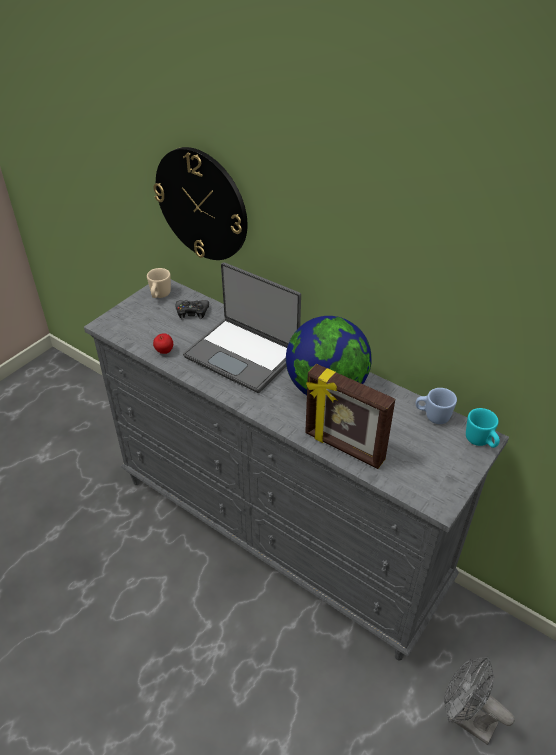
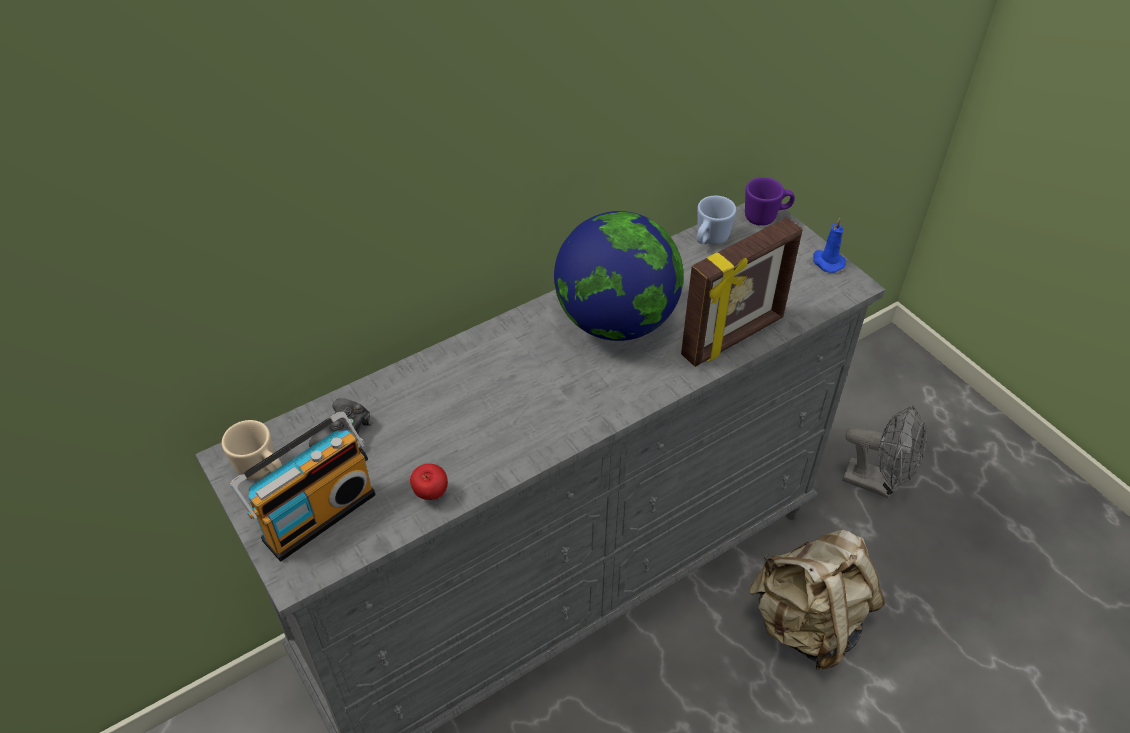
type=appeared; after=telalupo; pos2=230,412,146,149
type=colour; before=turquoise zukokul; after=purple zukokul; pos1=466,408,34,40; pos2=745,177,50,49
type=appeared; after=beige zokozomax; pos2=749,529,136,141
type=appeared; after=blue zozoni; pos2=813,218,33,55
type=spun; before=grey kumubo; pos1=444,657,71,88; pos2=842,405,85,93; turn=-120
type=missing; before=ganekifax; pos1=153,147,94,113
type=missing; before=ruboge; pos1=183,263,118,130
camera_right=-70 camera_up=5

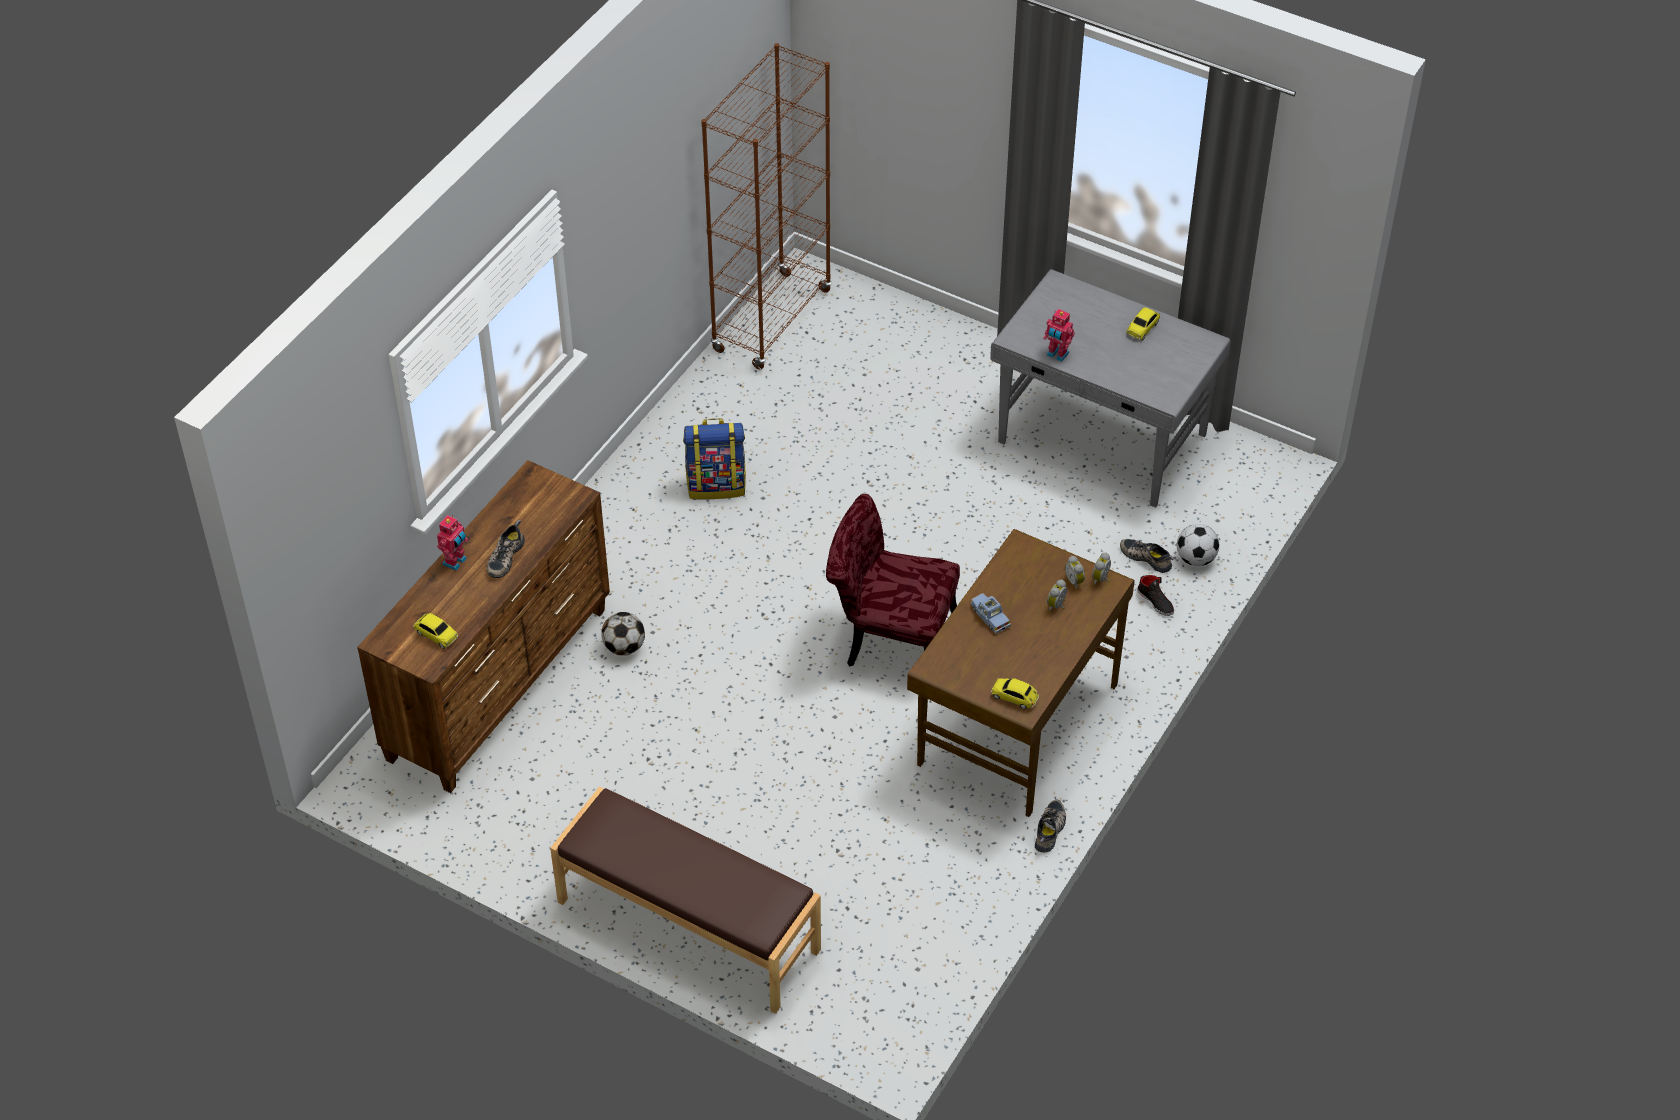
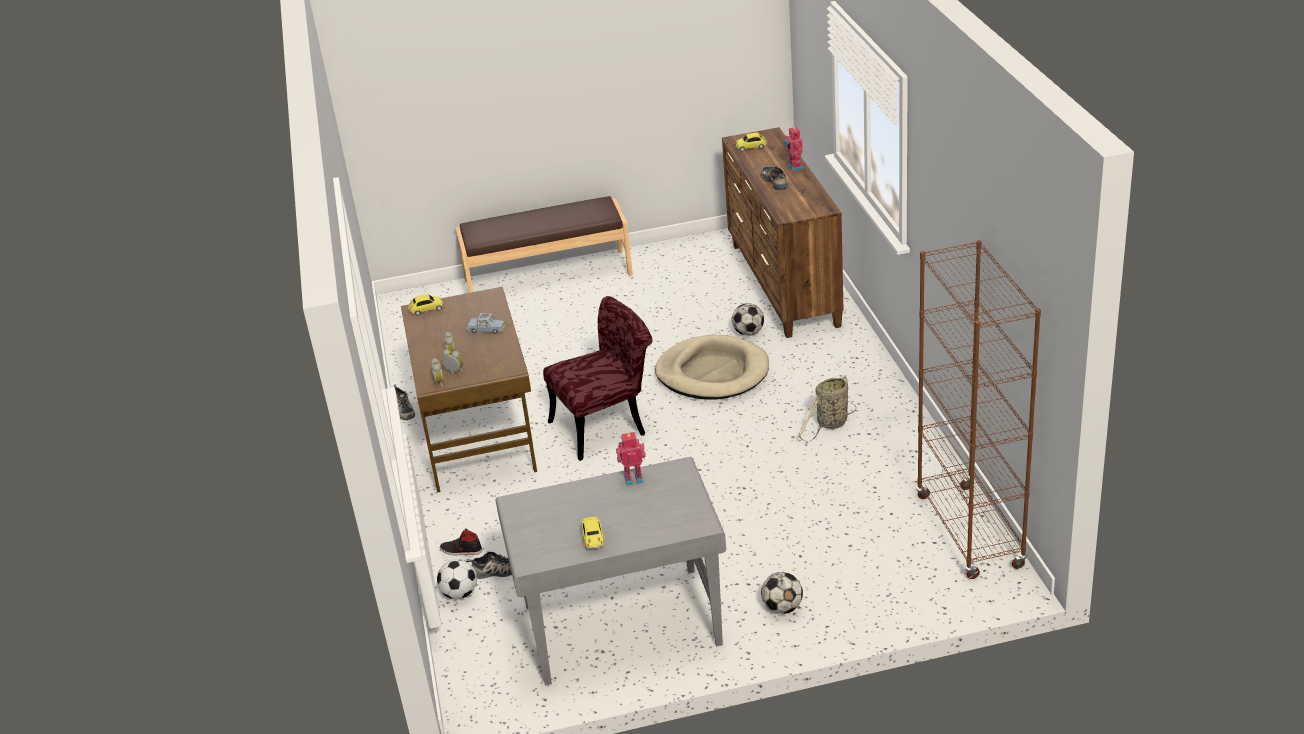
type=appeared; after=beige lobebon; pos2=655,335,114,65
type=appeared; after=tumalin; pos2=761,572,42,42
type=exchanged; before=zokozomax; after=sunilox; pos1=683,418,63,82; pos2=798,375,58,67
camera_right=140 camera_up=-15

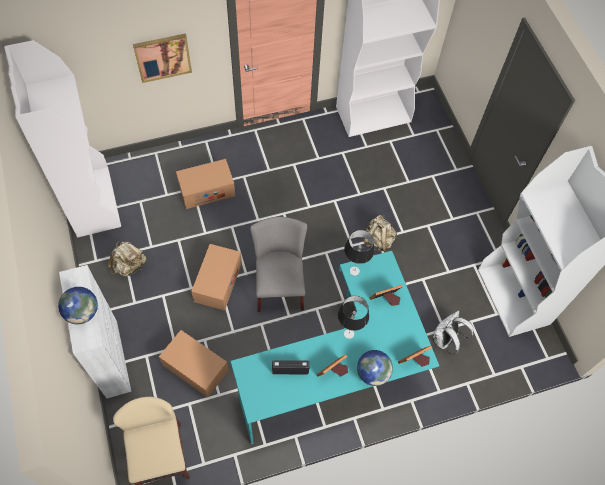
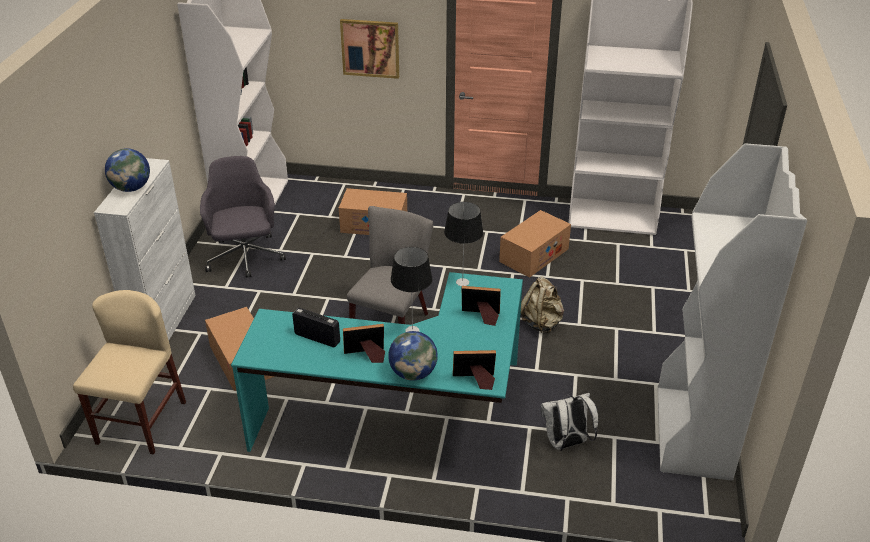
type=exchanged; before=beige zokozomax; after=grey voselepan; pos1=108,241,38,35; pos2=200,156,86,121
type=relocated; before=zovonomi; pos1=191,244,51,67; pos2=499,210,72,68
camera_right=30 camera_up=-25

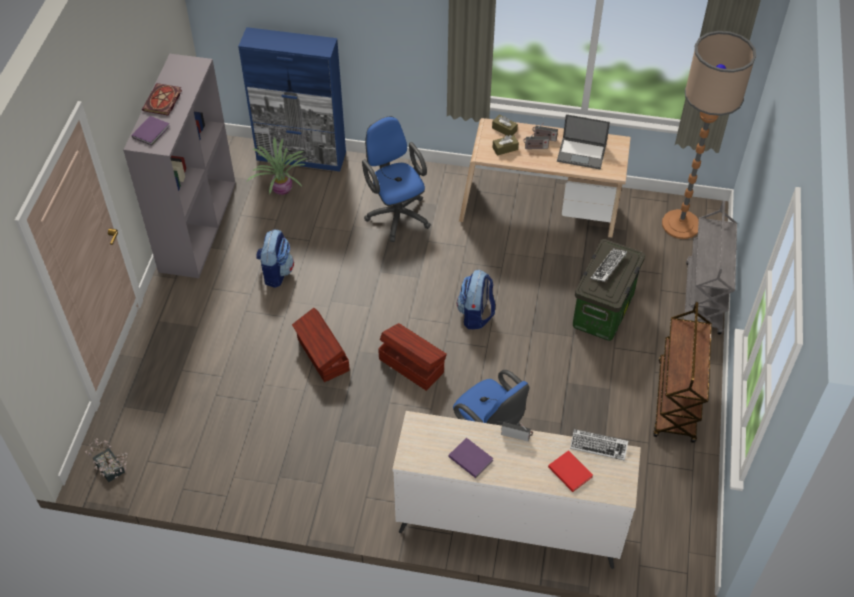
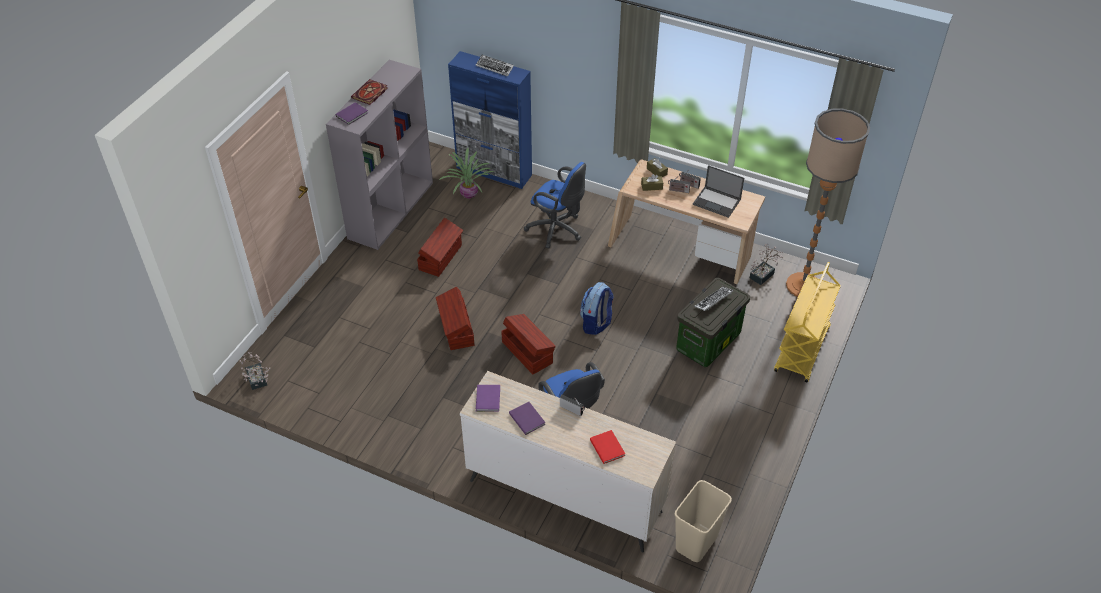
type=exchanged; before=zokozomax; after=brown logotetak; pos1=256,229,38,59; pos2=417,218,46,59
type=relocated; before=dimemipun; pos1=570,429,58,32; pos2=476,55,38,22
type=appeared; after=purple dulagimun; pos2=476,385,24,27
type=spun; before=blue voselepan; pos1=362,116,69,126; pos2=524,162,62,86; turn=135
type=appeared; after=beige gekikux; pos2=675,480,57,82
type=appeared; after=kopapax; pos2=750,244,33,41
type=colour; before=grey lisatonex; after=yellow lisatonex; pos1=684,201,53,134; pos2=774,262,67,120
type=missing; before=brown lisatonex; pos1=653,302,59,141
camera_right=15 camera_up=-5

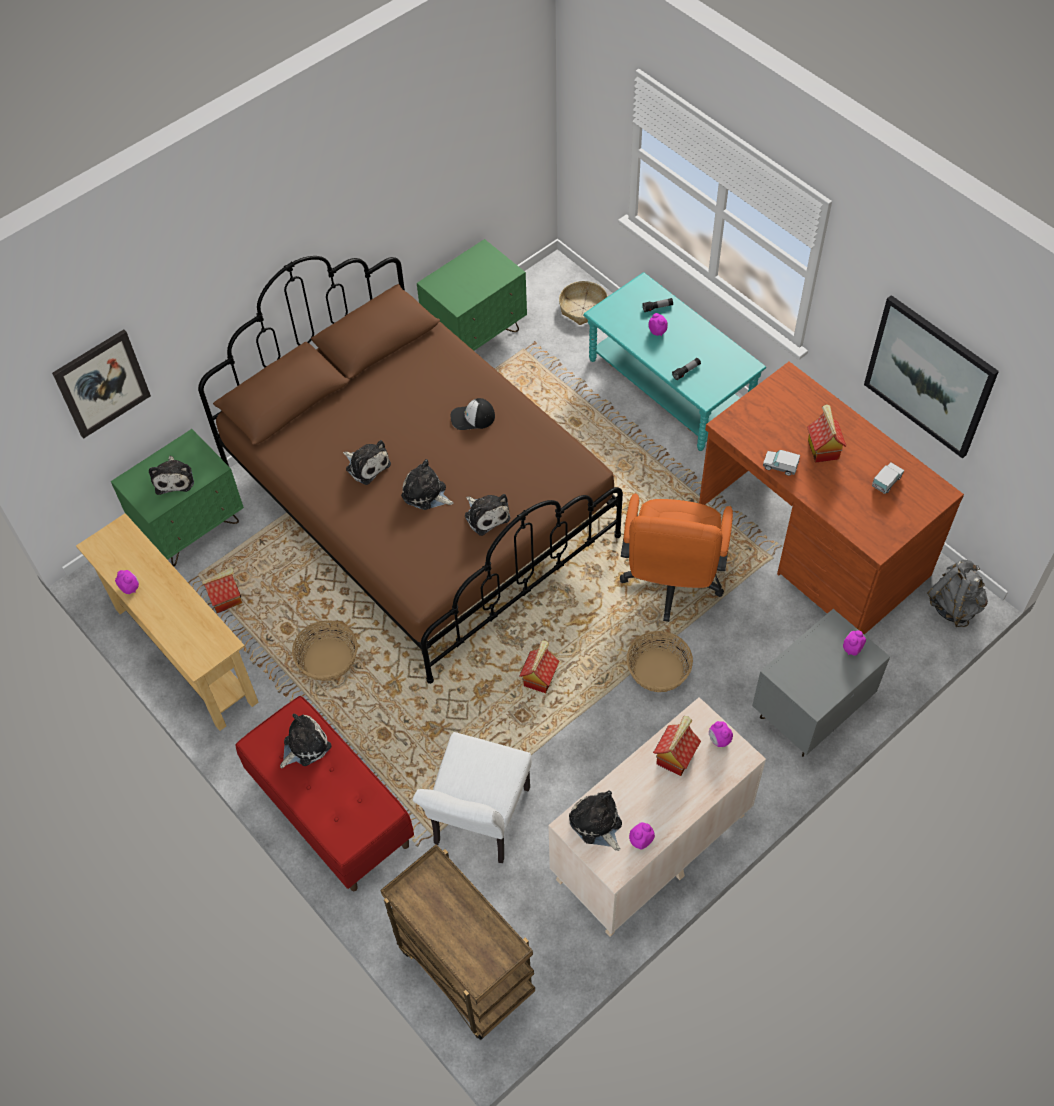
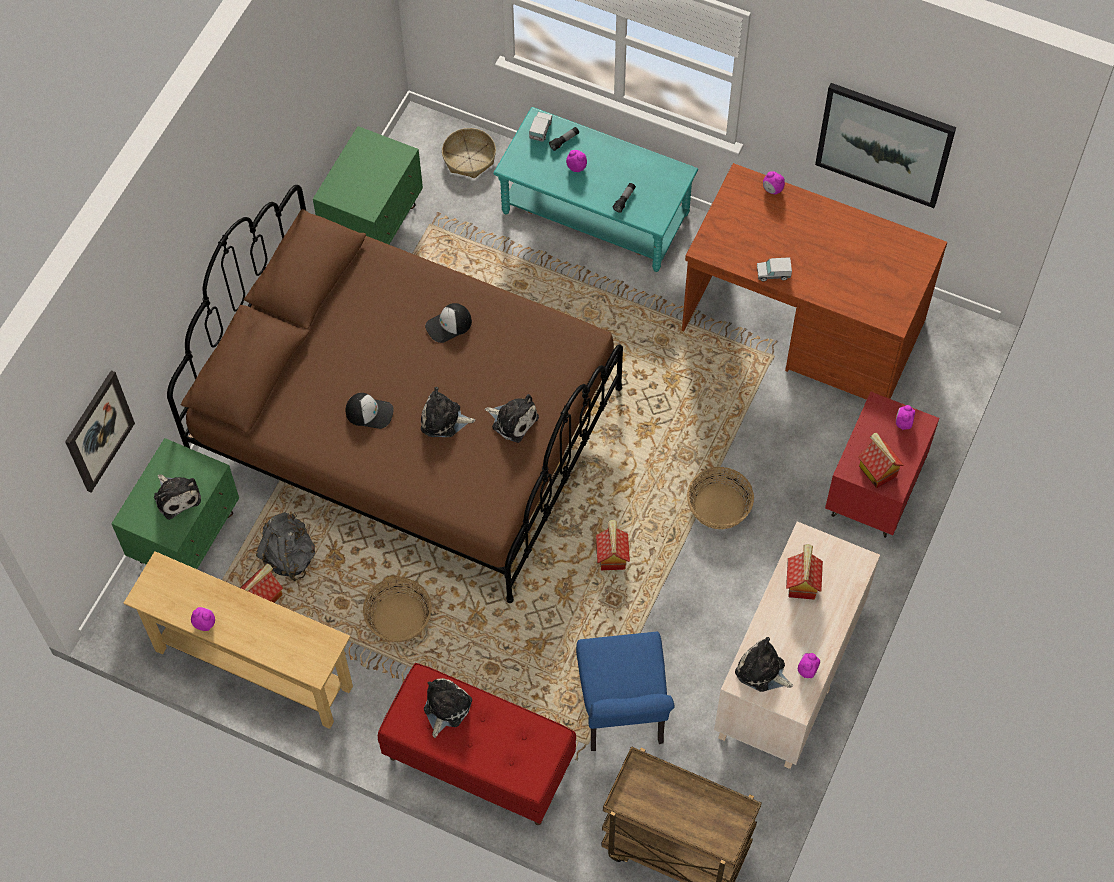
type=relocated; before=grey zokozomax; pos1=927,560,61,67; pos2=256,512,59,69
type=exchanged; before=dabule; after=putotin; pos1=343,440,48,45; pos2=346,393,48,36
type=relocated; before=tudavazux; pos1=872,462,32,32; pos2=529,112,23,30
type=colour; before=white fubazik; after=blue fubazik; pos1=413,732,119,131; pos2=576,632,99,119
type=relocated; before=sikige; pos1=709,721,24,26; pos2=763,171,22,23
type=colour; before=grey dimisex; after=red dimisex; pos1=752,609,138,148; pos2=825,392,114,146
type=relocated; before=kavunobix; pos1=807,404,39,59; pos2=858,433,46,55
type=missing; before=orange voselepan; pos1=620,494,113,128
camera_right=-25 camera_up=5

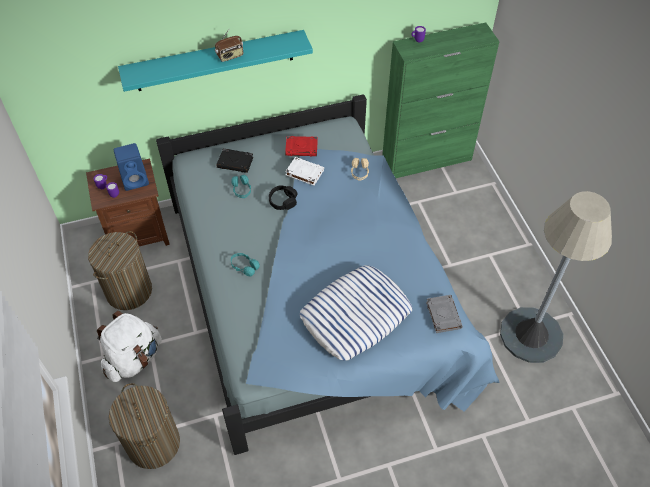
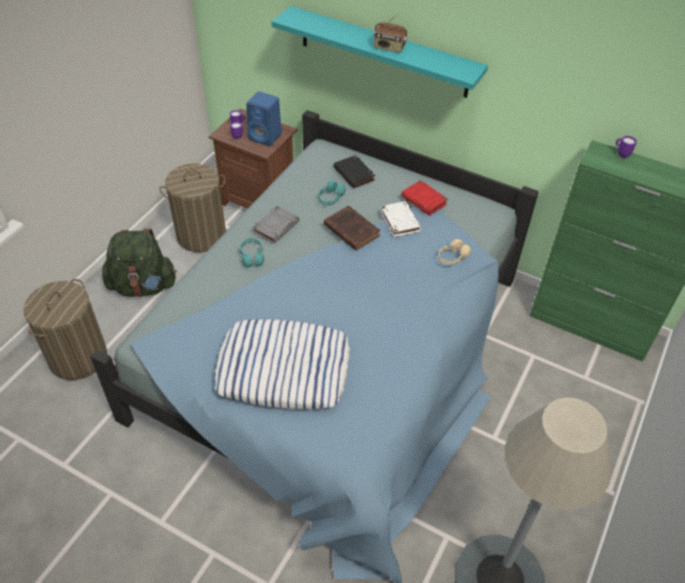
type=colour; before=white zokozomax; after=green zokozomax; pos1=97,311,65,71; pos2=102,229,75,68
type=relocated; before=grey dulagimun; pos1=426,295,37,38; pos2=252,206,47,38
type=exchanged; before=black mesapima; after=brown dulagimun; pos1=269,185,28,25; pos2=324,206,56,45
camera_right=45 camera_up=-5

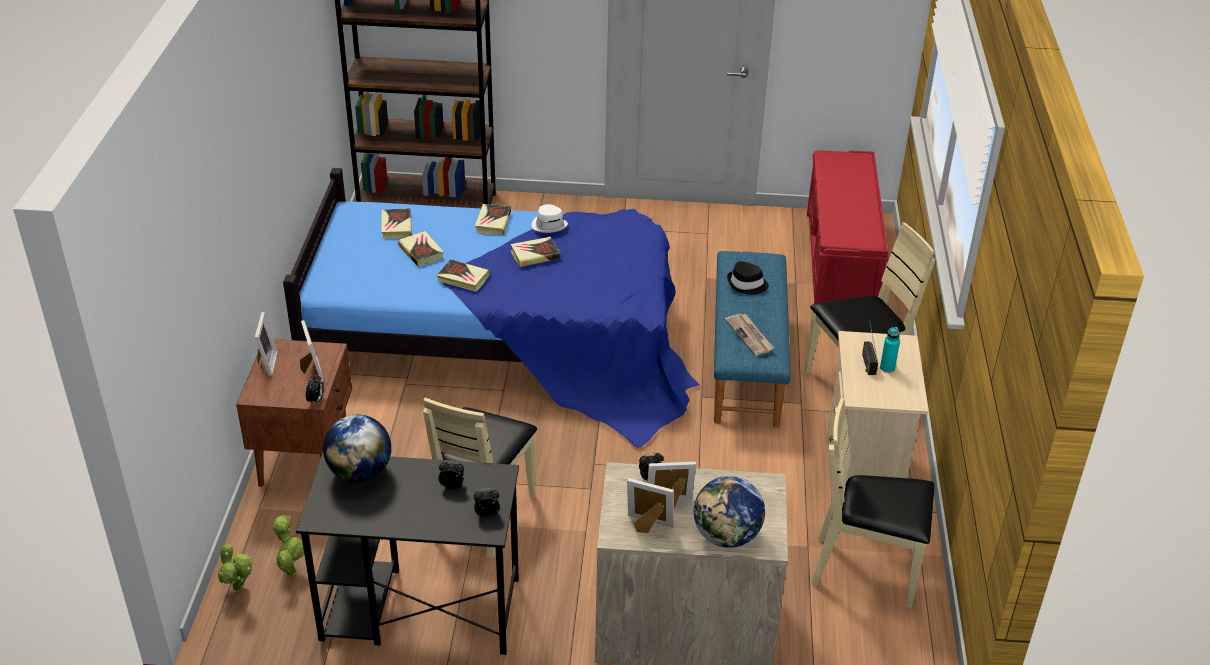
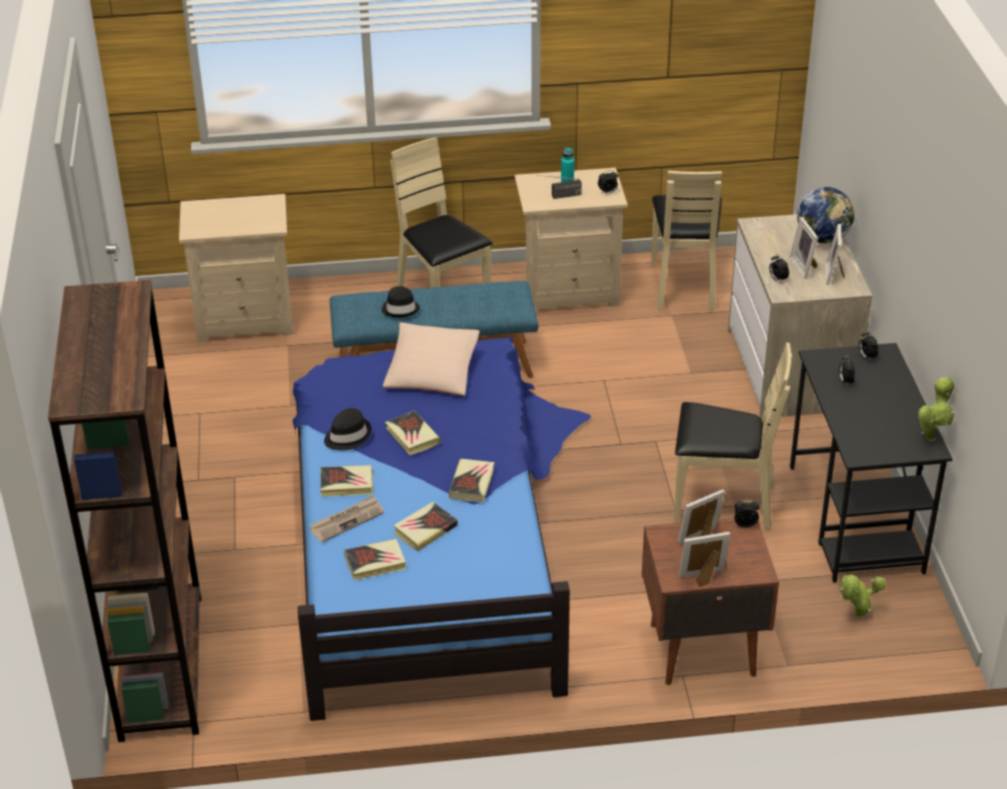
type=exchanged; before=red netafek; after=beige dimisex; pos1=807,150,82,154; pos2=179,194,115,148
type=relocated; before=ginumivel; pos1=725,314,49,42; pos2=310,495,74,48
type=colour; before=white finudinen; after=black finudinen; pos1=532,204,36,29; pos2=324,408,48,42
type=appeared; after=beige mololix; pos2=383,322,96,74
type=appeared; after=sikige; pos2=598,170,20,24
type=relocated; before=kopapax; pos1=218,543,34,49; pos2=918,377,37,64
type=missing; before=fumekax; pos1=323,415,68,67
camera_right=-100 camera_up=0

